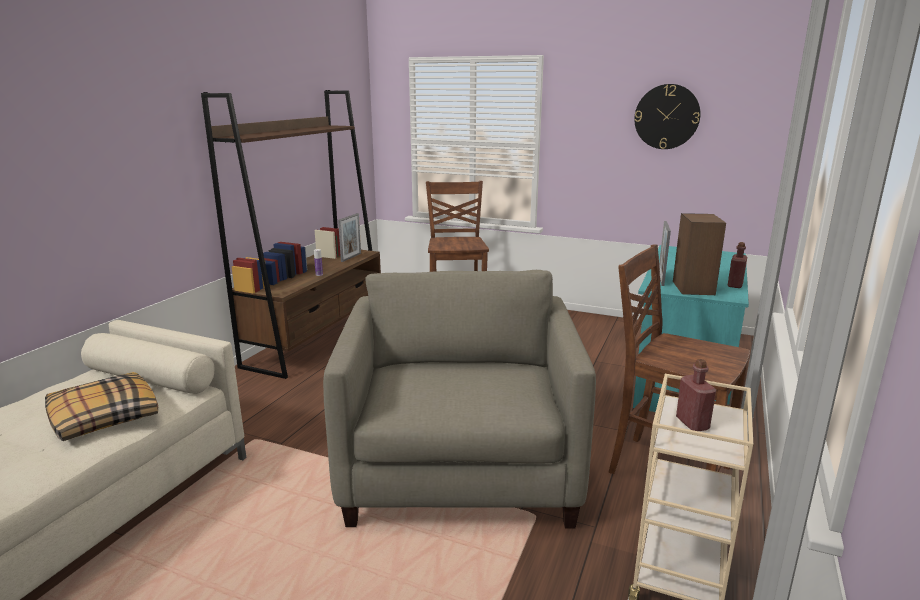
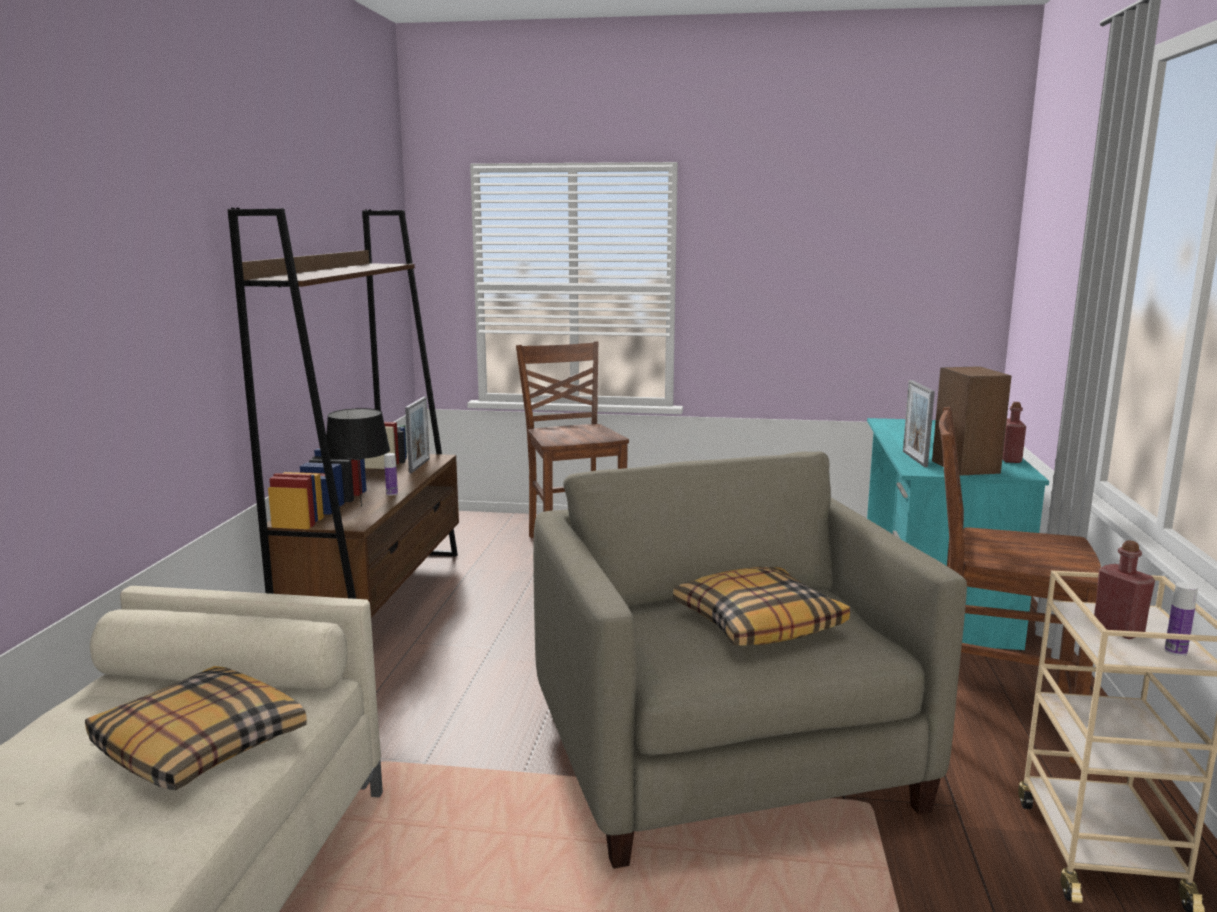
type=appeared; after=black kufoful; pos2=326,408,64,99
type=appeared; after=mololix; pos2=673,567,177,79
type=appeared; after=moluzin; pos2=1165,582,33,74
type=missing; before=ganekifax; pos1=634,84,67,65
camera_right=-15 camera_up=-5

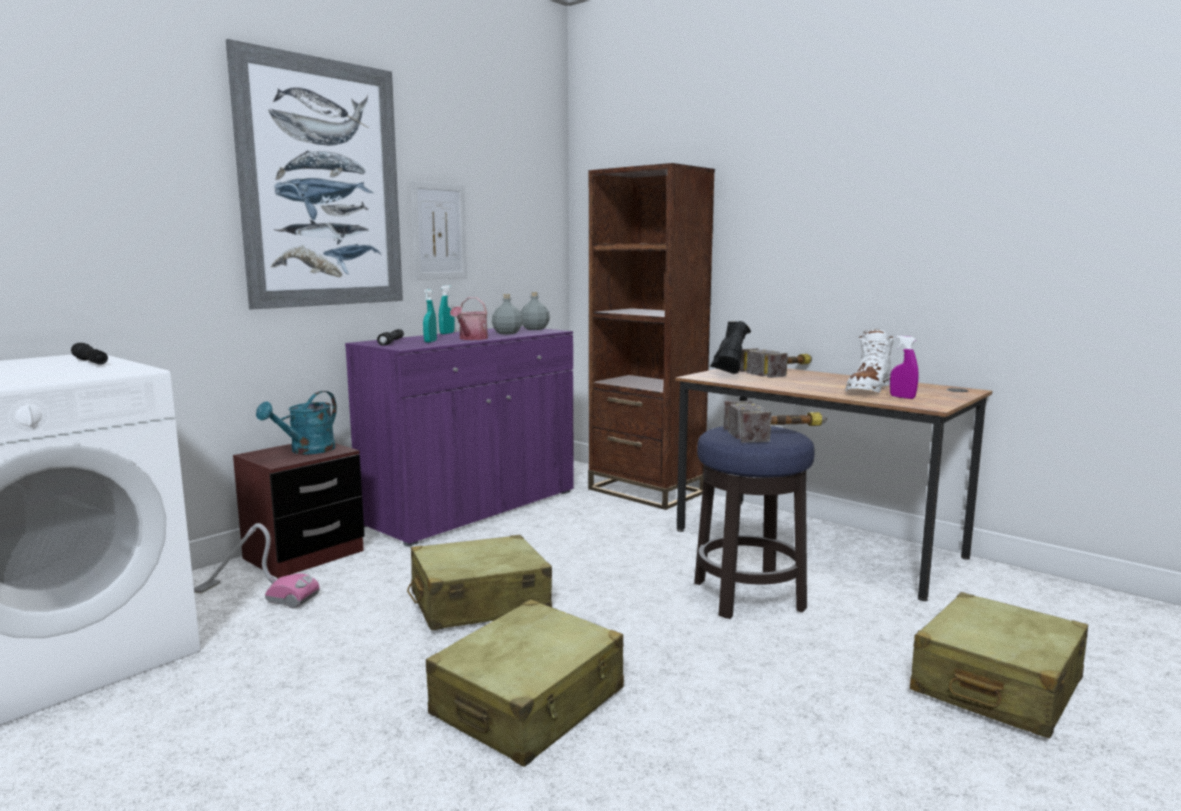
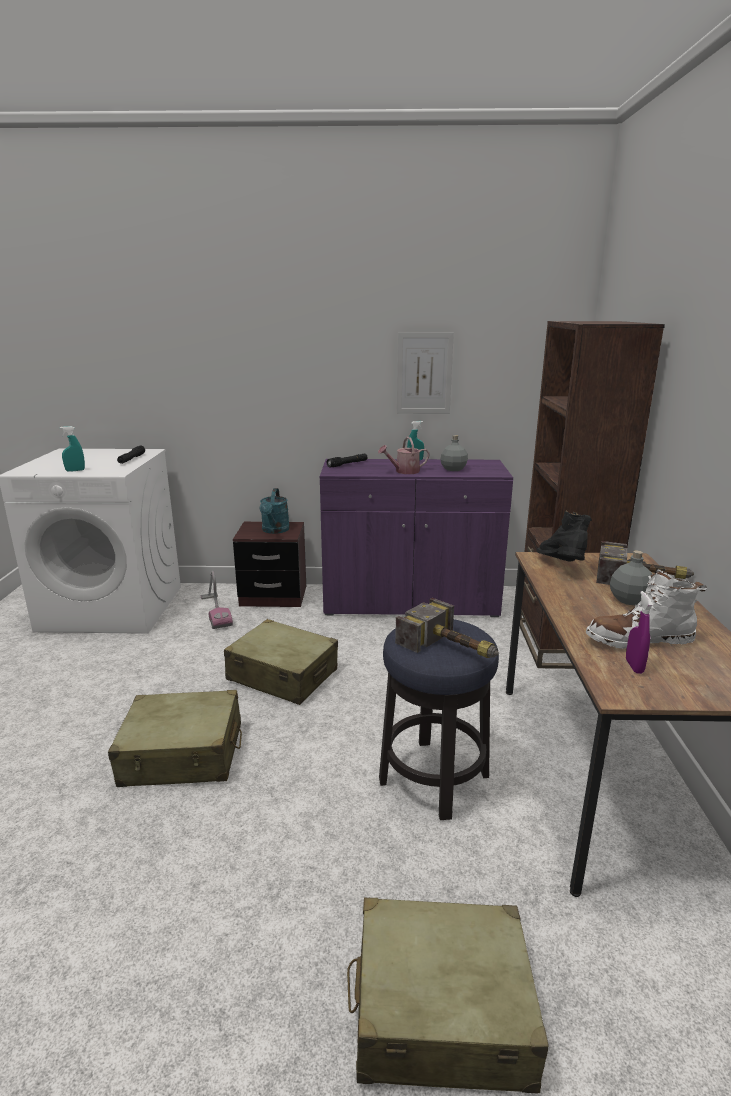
type=relocated; before=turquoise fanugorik; pos1=423,289,14,53; pos2=60,426,25,46
type=spun; before=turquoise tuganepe; pos1=256,391,81,63; pos2=260,488,30,46; turn=-75
type=spun; before=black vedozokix; pos1=710,321,41,53; pos2=536,510,56,52; turn=-60
type=relocated; before=grey moluzin; pos1=521,292,29,38; pos2=610,550,42,55
type=missing; before=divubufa; pos1=226,39,177,271
camera_right=50 camera_up=10

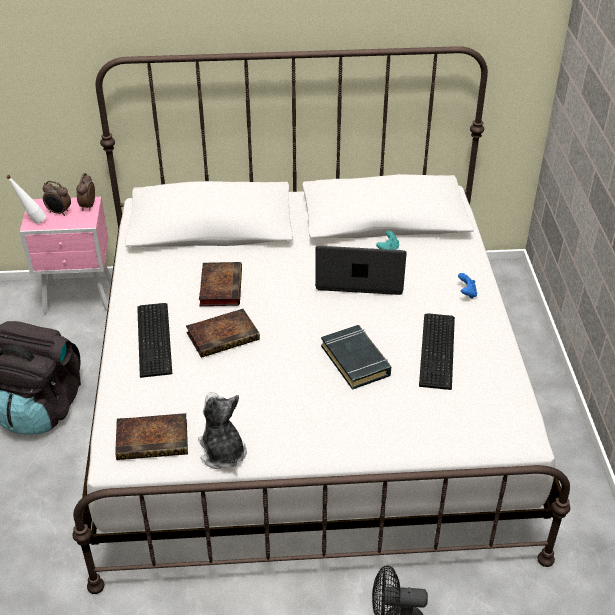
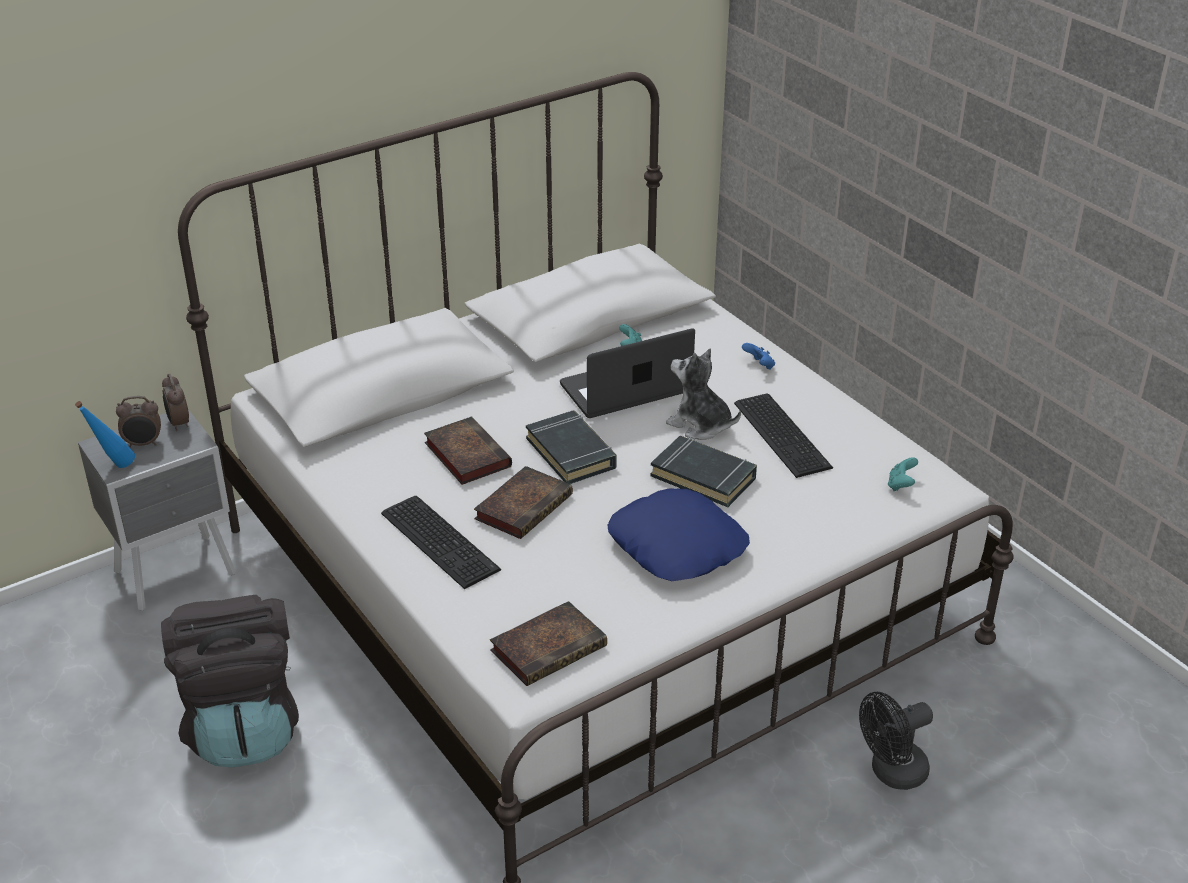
type=colour; before=white moluzin; after=blue moluzin; pos1=6,175,40,49; pos2=75,401,60,67
type=colour; before=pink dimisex; after=grey dimisex; pos1=20,197,92,117; pos2=78,410,158,201
type=appeared; after=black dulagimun; pos2=526,410,91,74
type=appeared; after=blue mololix; pos2=607,488,143,93
type=relocated; before=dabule; pos1=198,392,49,77; pos2=666,348,75,92
type=appeared; after=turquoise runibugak; pos2=888,457,30,34
camera_right=-30 camera_up=-5

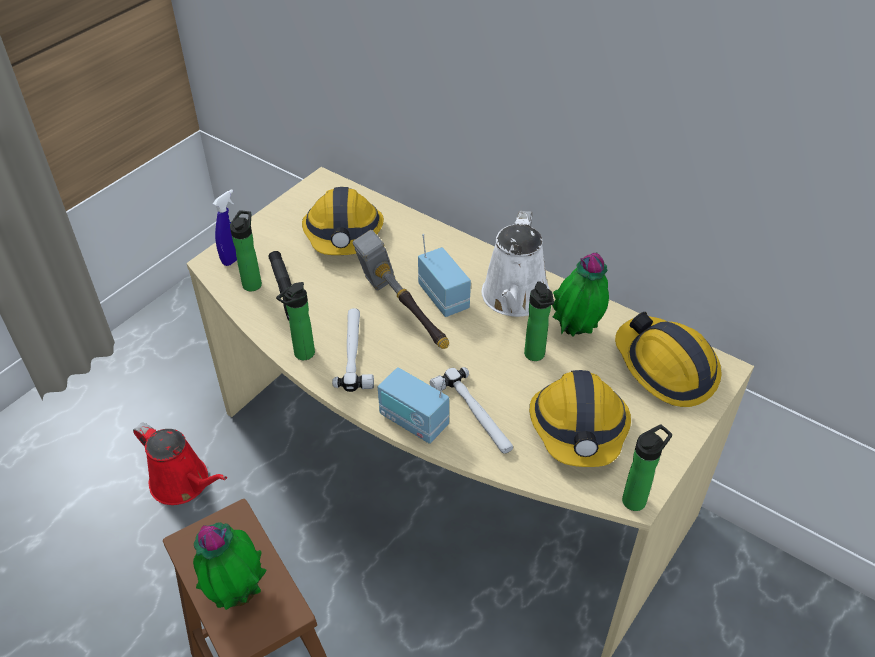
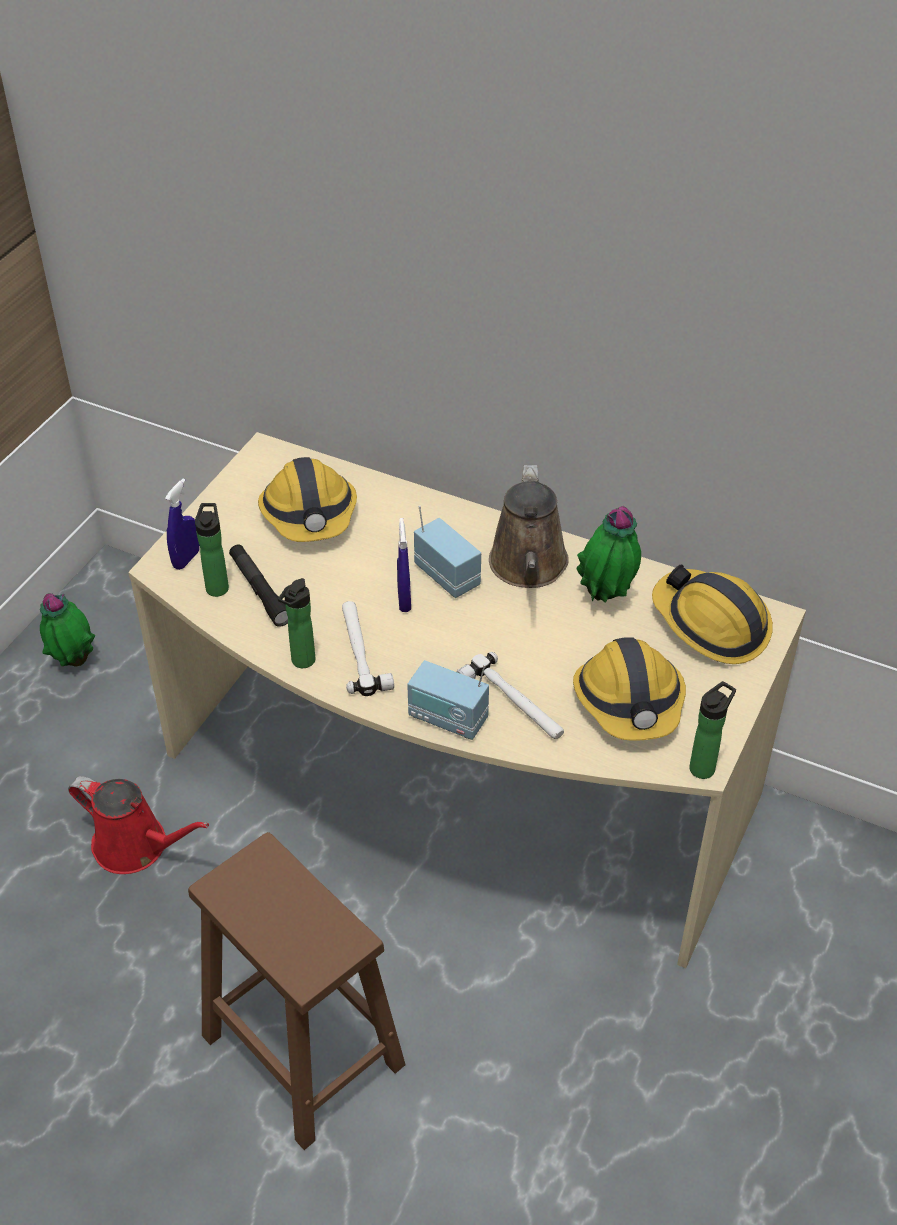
type=relocated; before=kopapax; pos1=193,522,74,88; pos2=40,593,55,73
type=exchanged; before=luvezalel; after=blue fanugorik; pos1=353,230,96,119; pos2=397,518,14,94
type=colour; before=white tuganepe; after=brown tuganepe; pos1=482,211,68,106; pos2=489,465,80,123
type=missing; before=moluzin; pos1=524,281,30,80
camera_right=-10 camera_up=0

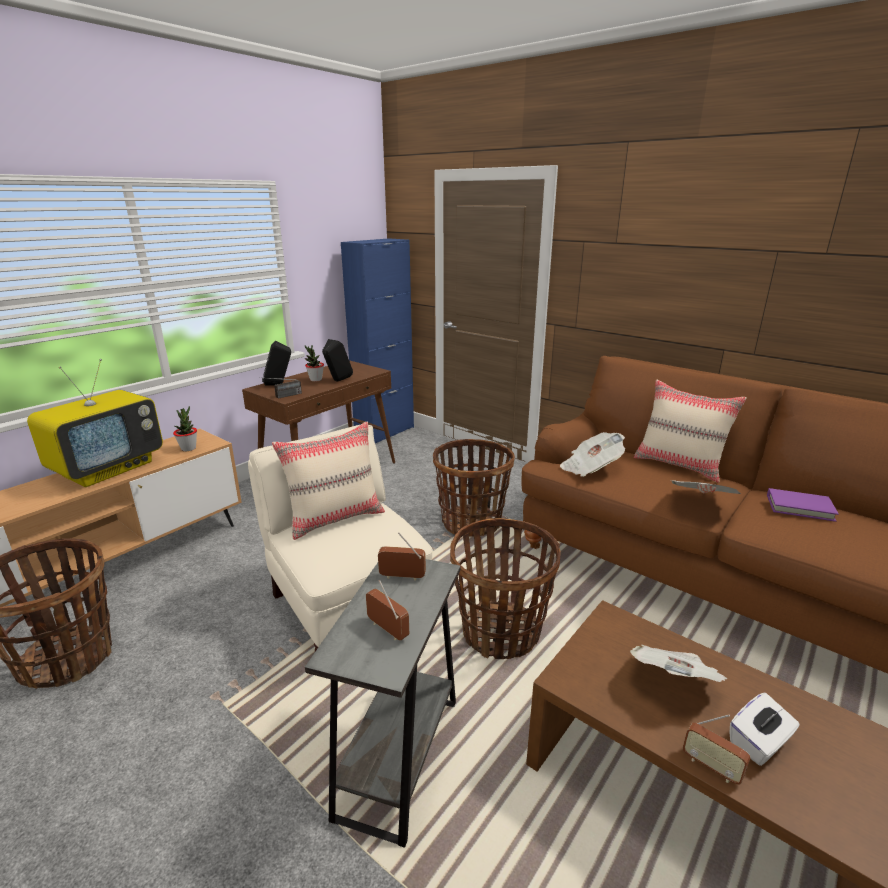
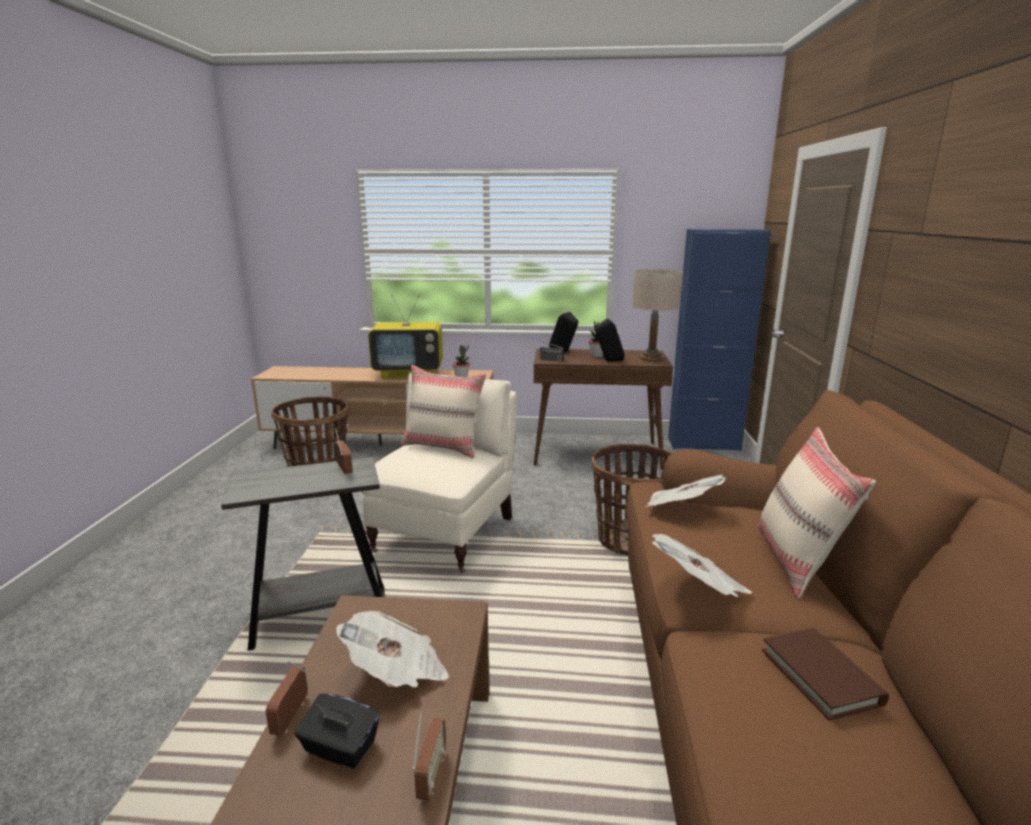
type=colour; before=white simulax; after=black simulax; pos1=730,693,70,73; pos2=294,694,86,75
type=relocated; before=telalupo; pos1=366,580,43,60; pos2=412,713,34,87
type=appeared; after=beige kufoful; pos2=632,269,51,93
type=colour; before=purple dulagimun; after=brown dulagimun; pos1=767,488,72,34; pos2=762,628,127,93
type=missing; before=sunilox; pos1=450,518,111,141
camera_right=55 camera_up=-5

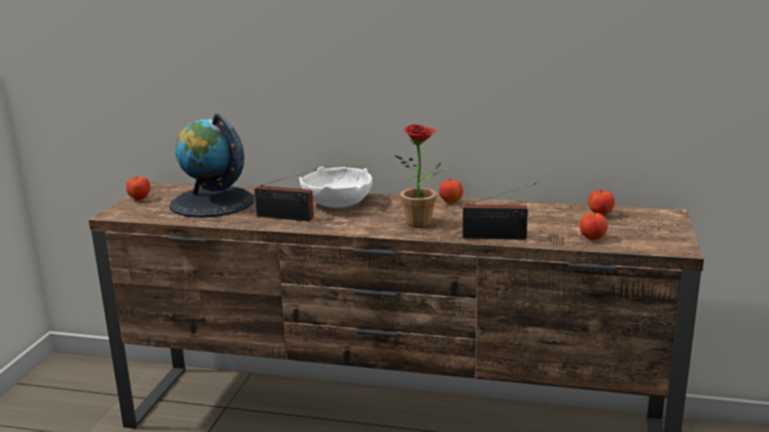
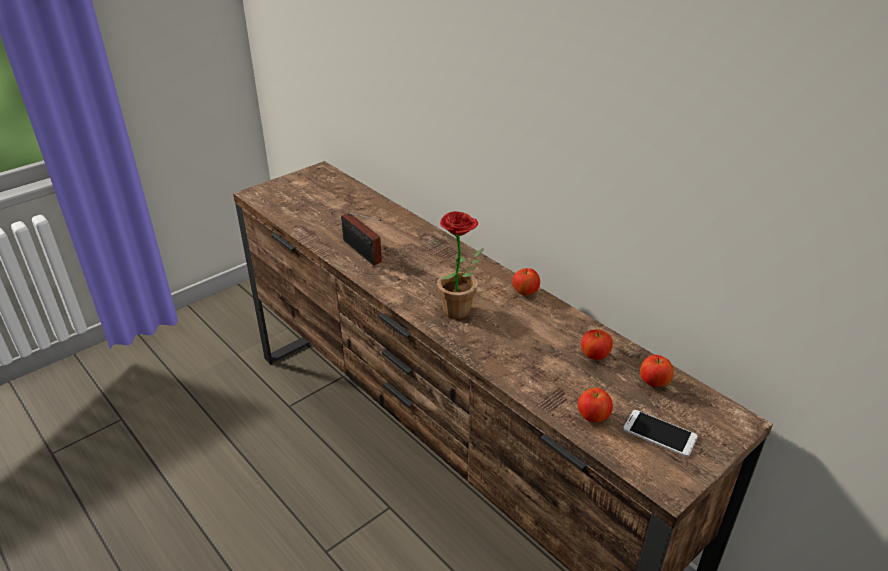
type=relocated; before=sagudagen; pos1=126,176,24,24; pos2=581,329,32,31
type=appeared; after=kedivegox; pos2=623,410,75,47
type=missing; before=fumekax; pos1=169,113,85,105
type=missing; before=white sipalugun; pos1=299,166,74,42
type=missing; before=telalupo; pos1=463,183,73,57
camera_right=35 camera_up=15

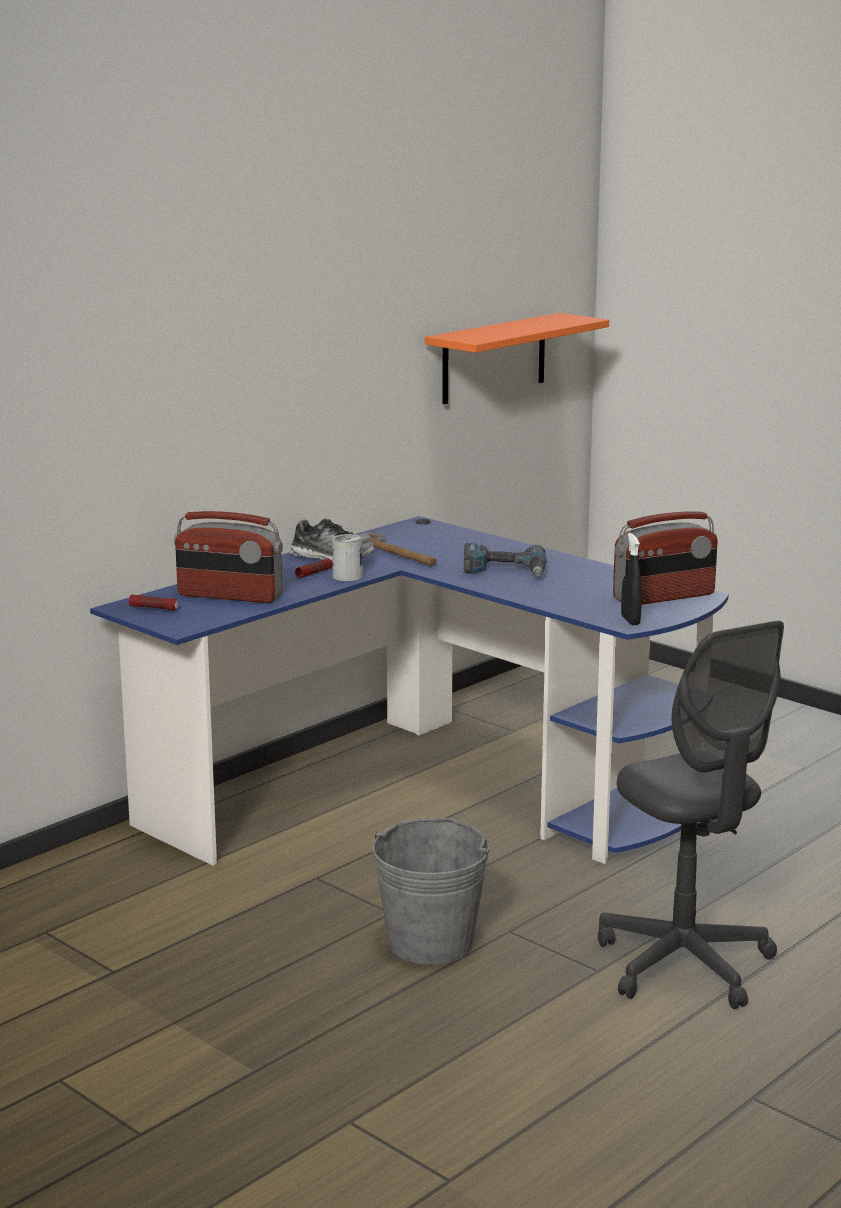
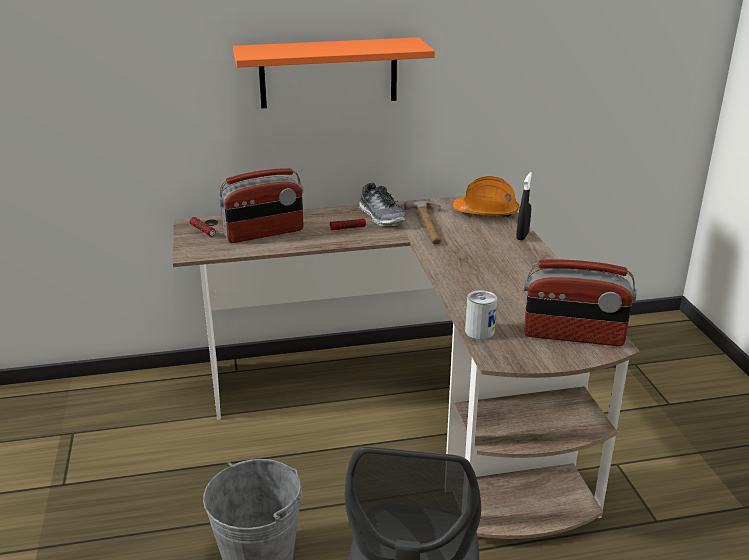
type=colour; before=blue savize; after=brown savize; pos1=90,516,639,350; pos2=173,196,467,343
type=spun; before=telalupo; pos1=174,511,109,92; pos2=218,168,85,75; turn=-75
type=relocated; before=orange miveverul; pos1=425,313,184,91; pos2=233,37,202,71
type=appeared; after=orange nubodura; pos2=453,176,66,41
type=relocated; before=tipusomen; pos1=332,534,31,47; pos2=465,290,32,49
type=relocated; before=black fanugorik; pos1=621,533,21,92; pos2=517,172,15,68
type=missing; before=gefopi; pos1=464,543,82,33
camera_right=35 camera_up=10

